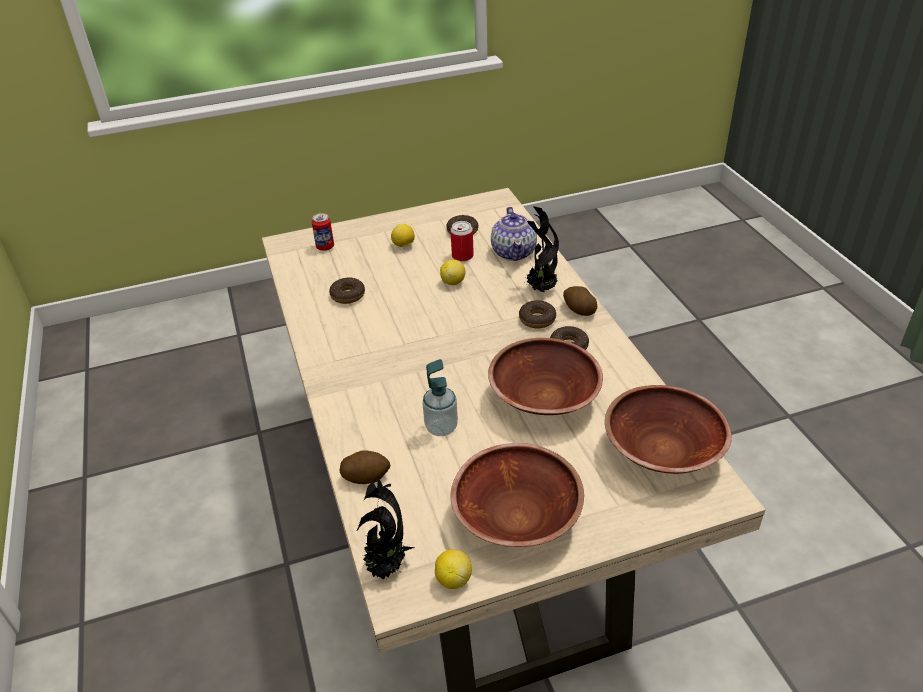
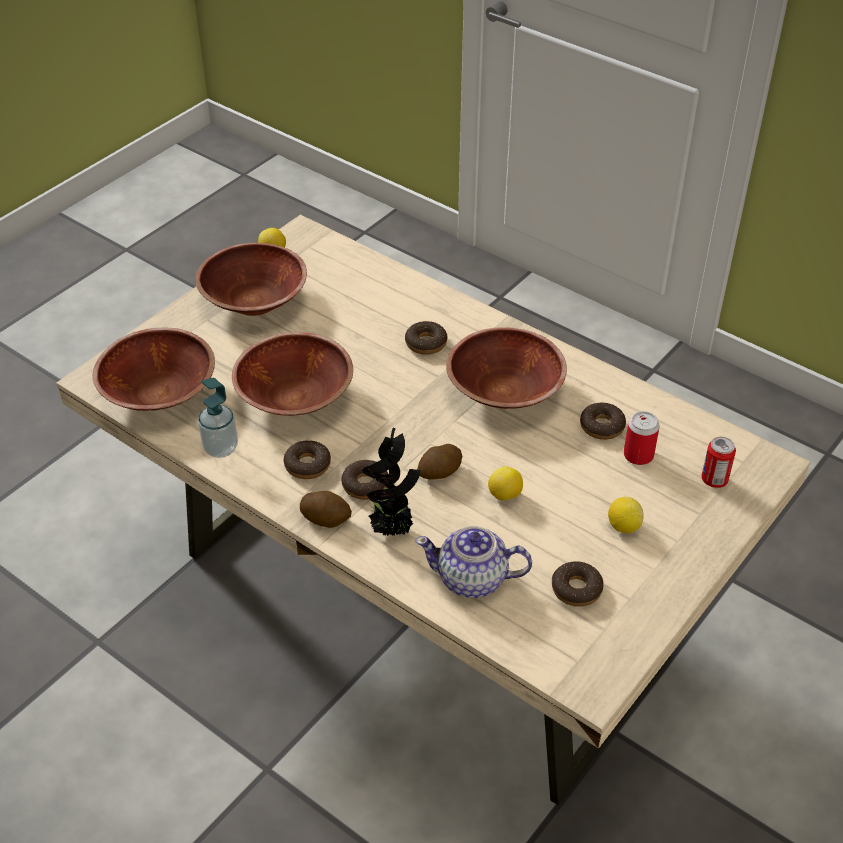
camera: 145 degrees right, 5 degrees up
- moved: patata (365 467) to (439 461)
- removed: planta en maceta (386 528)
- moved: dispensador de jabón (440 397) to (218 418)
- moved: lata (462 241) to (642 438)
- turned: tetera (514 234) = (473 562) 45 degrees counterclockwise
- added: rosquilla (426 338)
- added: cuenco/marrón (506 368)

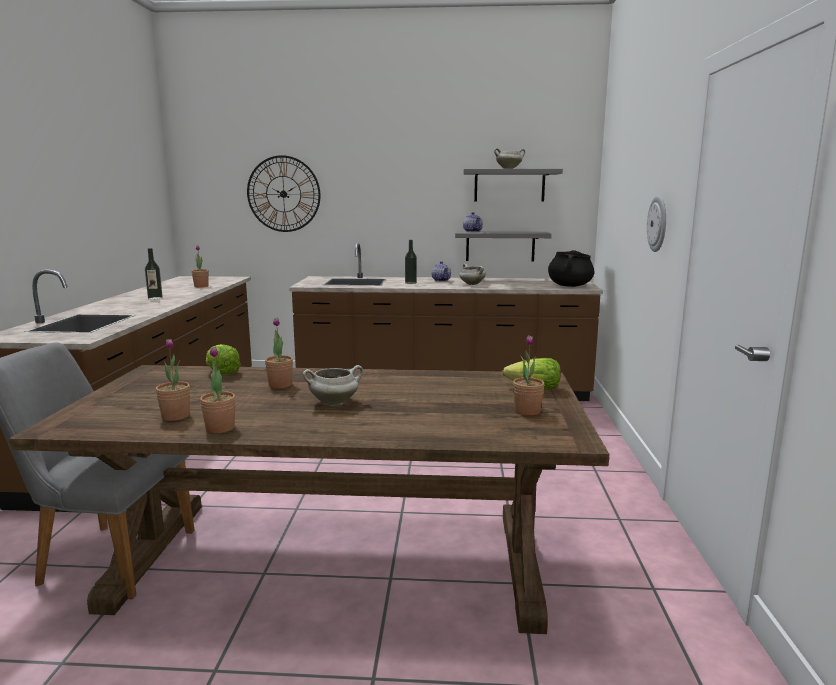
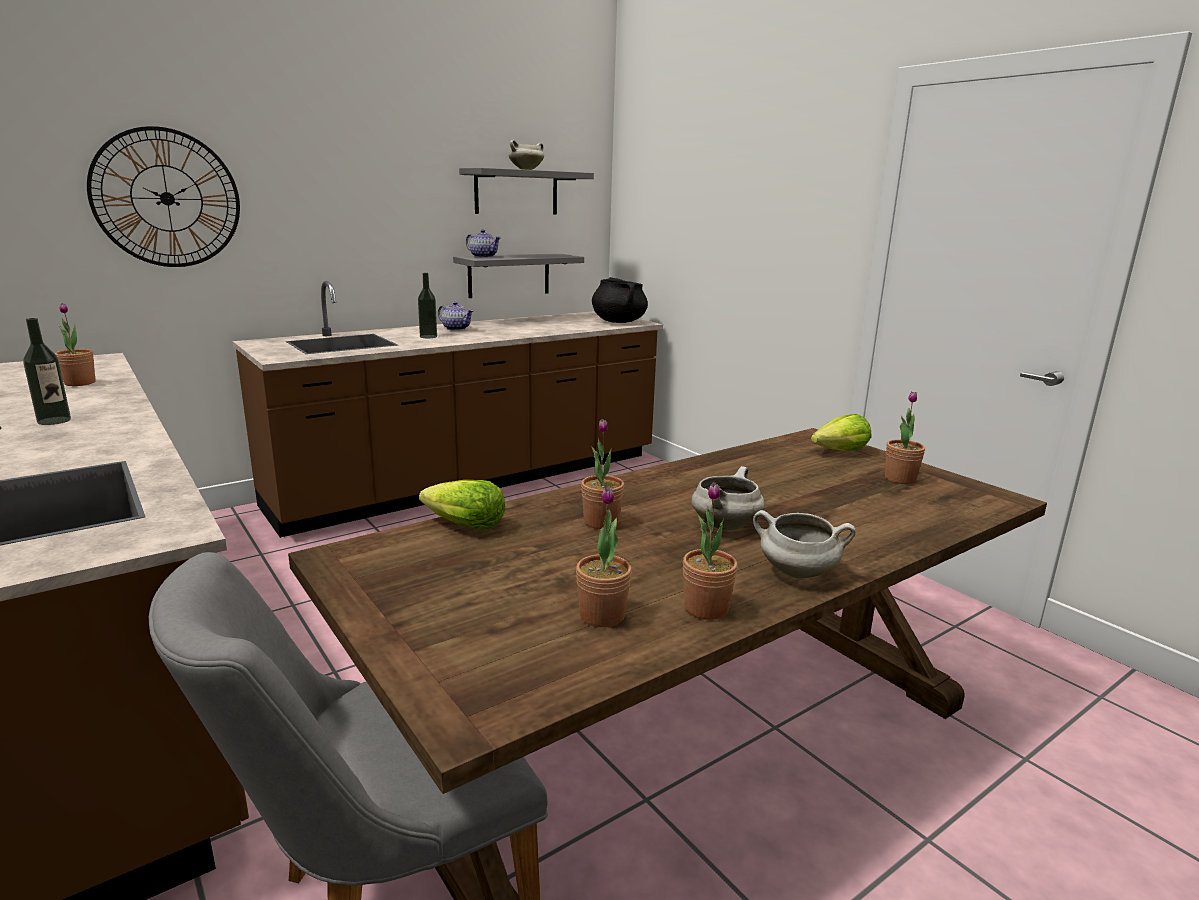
camera: 40 degrees left, 5 degrees up
- moved: olla/blanco (472 274) to (804 544)
- removed: reloj de pared (656 224)

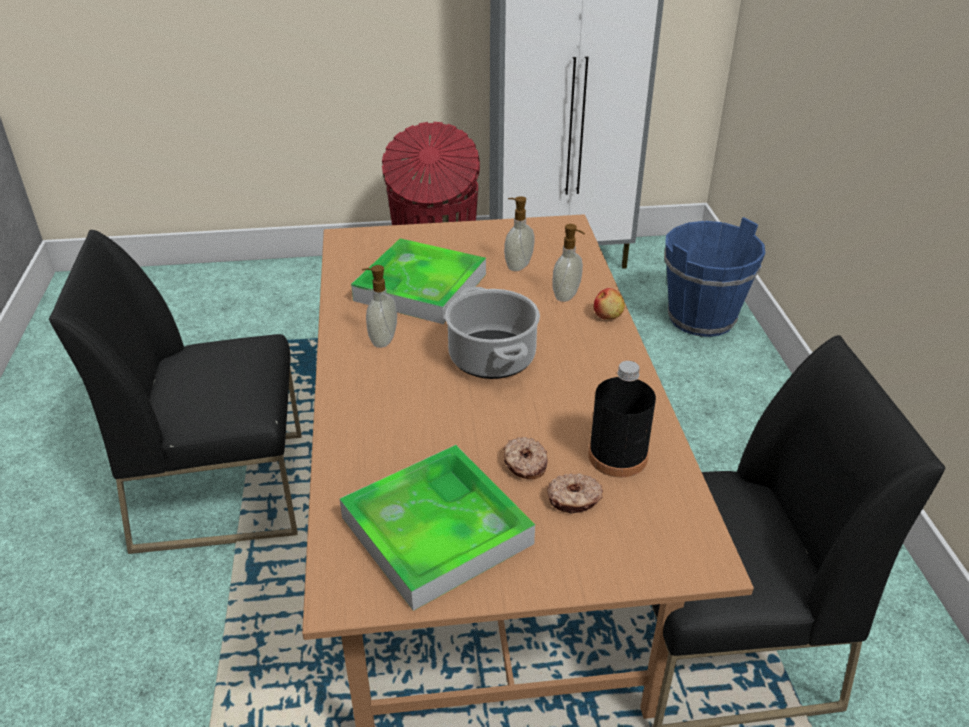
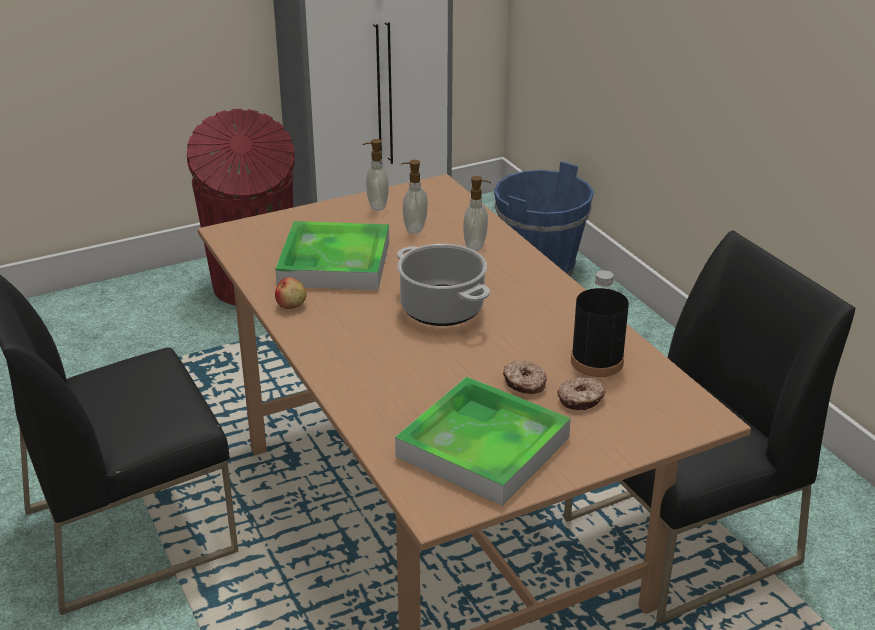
camera: 20 degrees left, 5 degrees down
- moved: dispensador de jabón (379 306) to (375 175)
- moved: manzana (609 304) to (290 293)

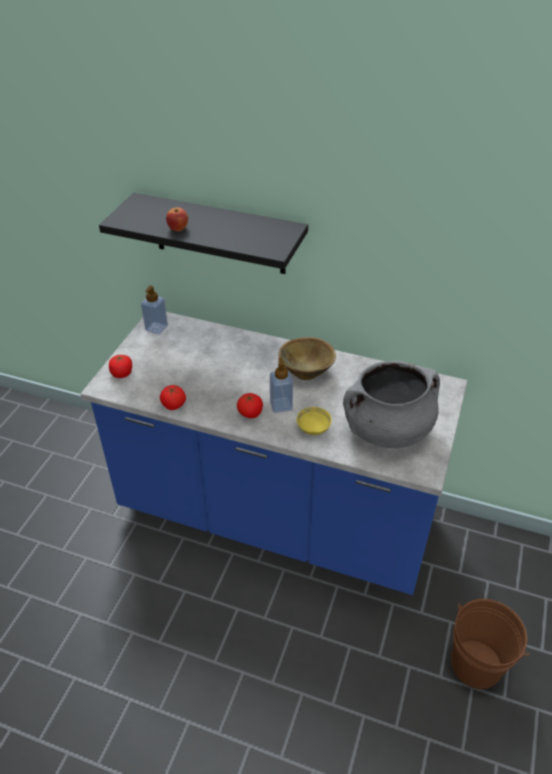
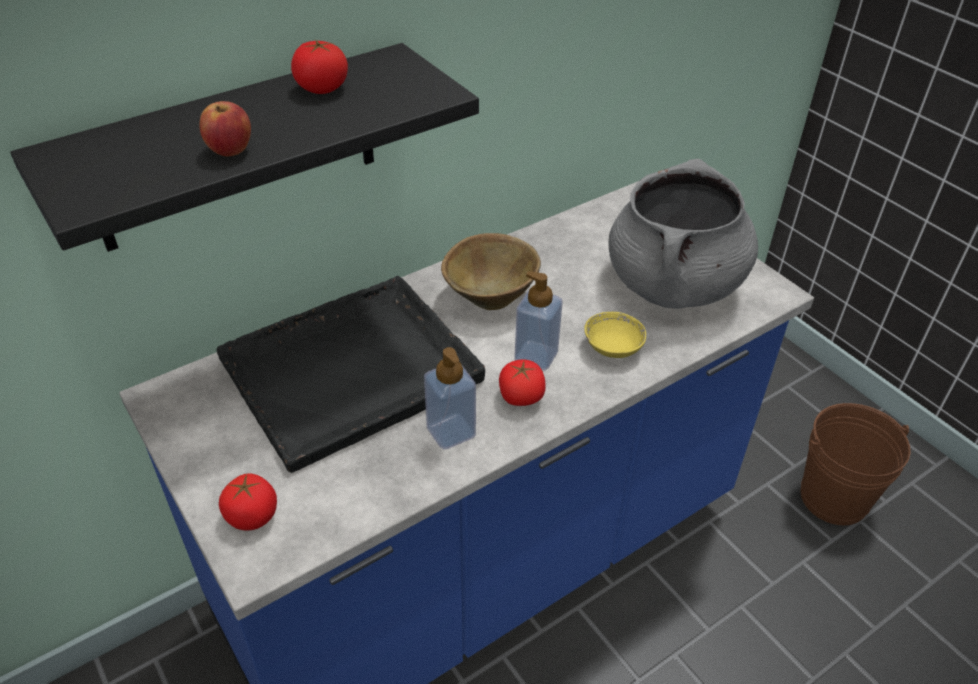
camera: 55 degrees left, 0 degrees up
- moved: dispensador de jabón (154 310) to (450 398)
- moved: tomate (173 397) to (319 67)
- added: bandeja/negro (351 374)

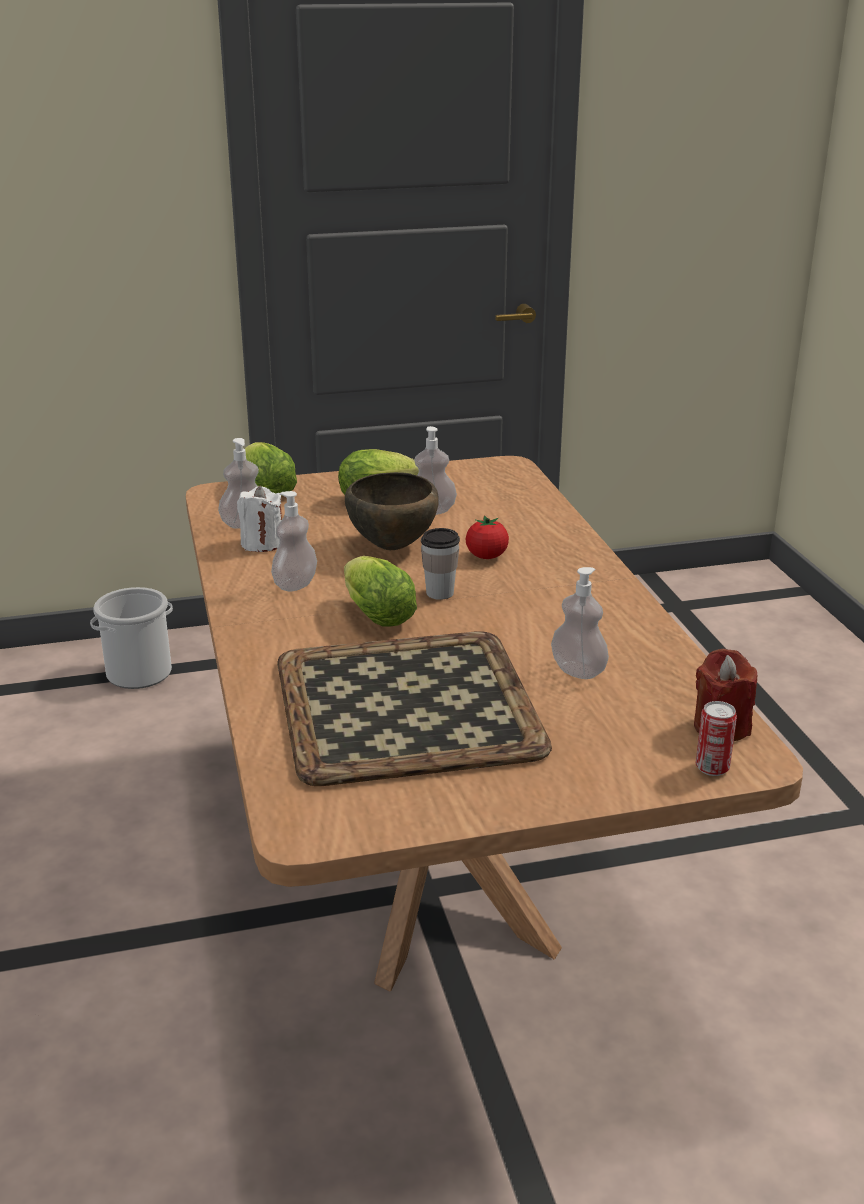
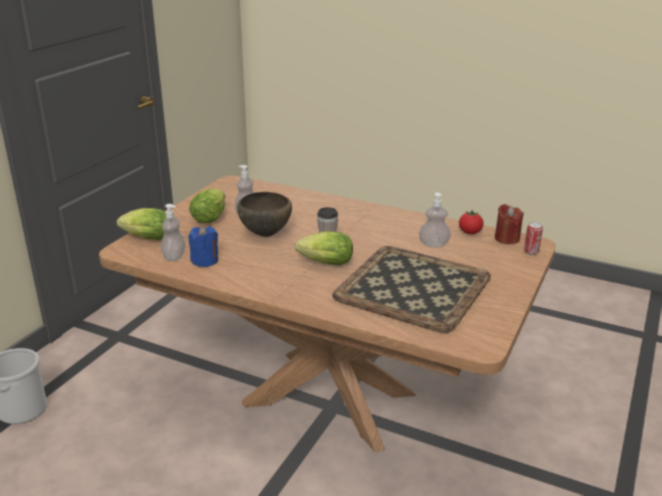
camera: 50 degrees left, 0 degrees up
- recoloured: vela/blanco (259 519) to vela/azul (203 246)
- removed: dispensador de jabón (294 541)
- moved: tomate (487 537) to (471 222)

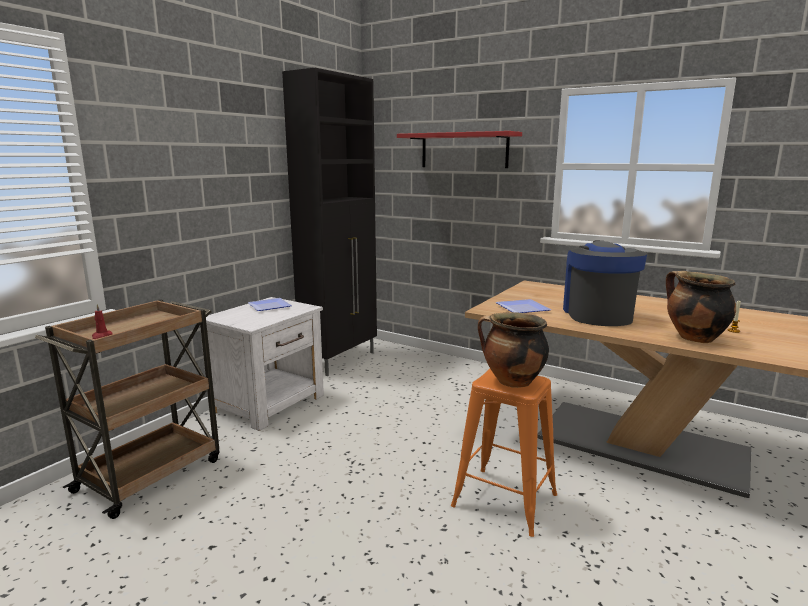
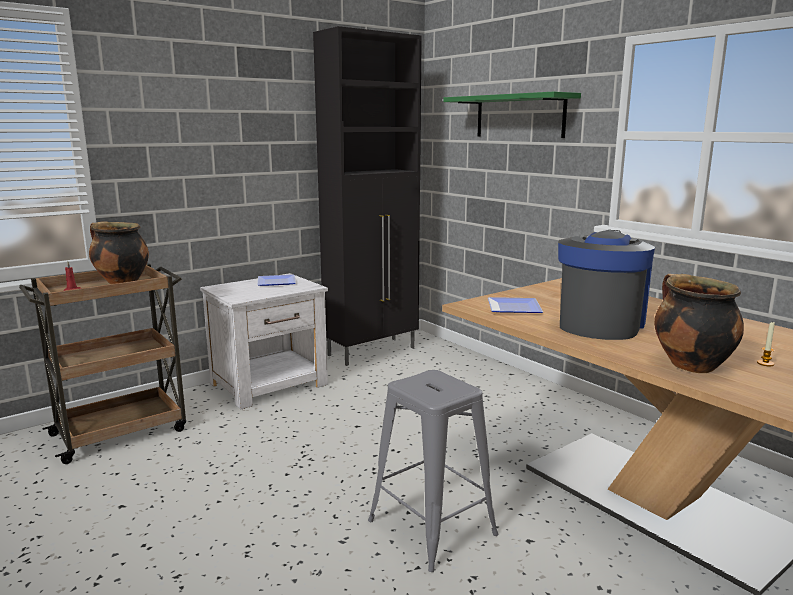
camera: 20 degrees right, 0 degrees up
- recoloured: estante/rojo (459 149) to estante/verde (512 115)
- recoloured: taburete/naranja (504 453) to taburete/gris (433 471)
- moved: olla (513 350) to (119 252)

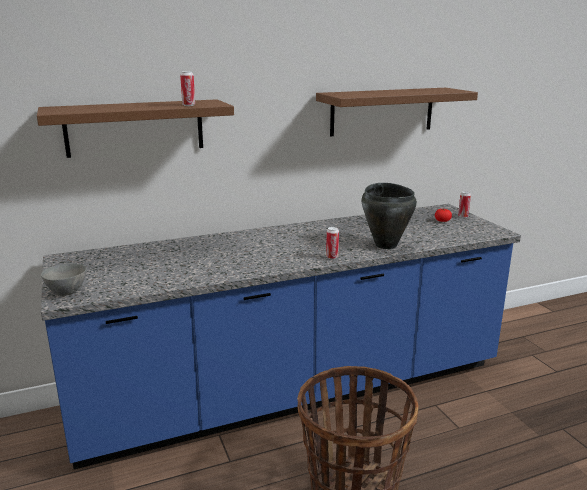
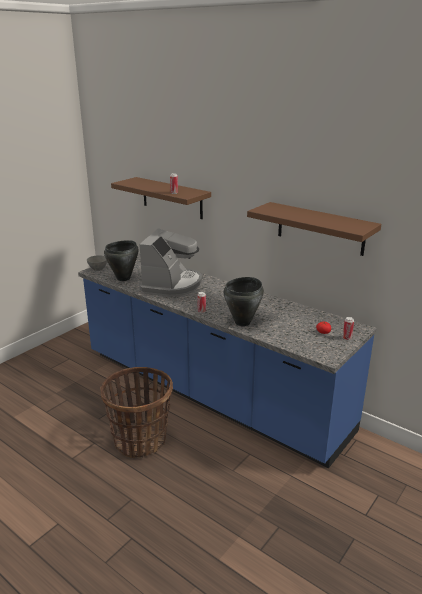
camera: 60 degrees right, 5 degrees up
- added: olla/negro (121 260)
- added: cafetera (170 262)

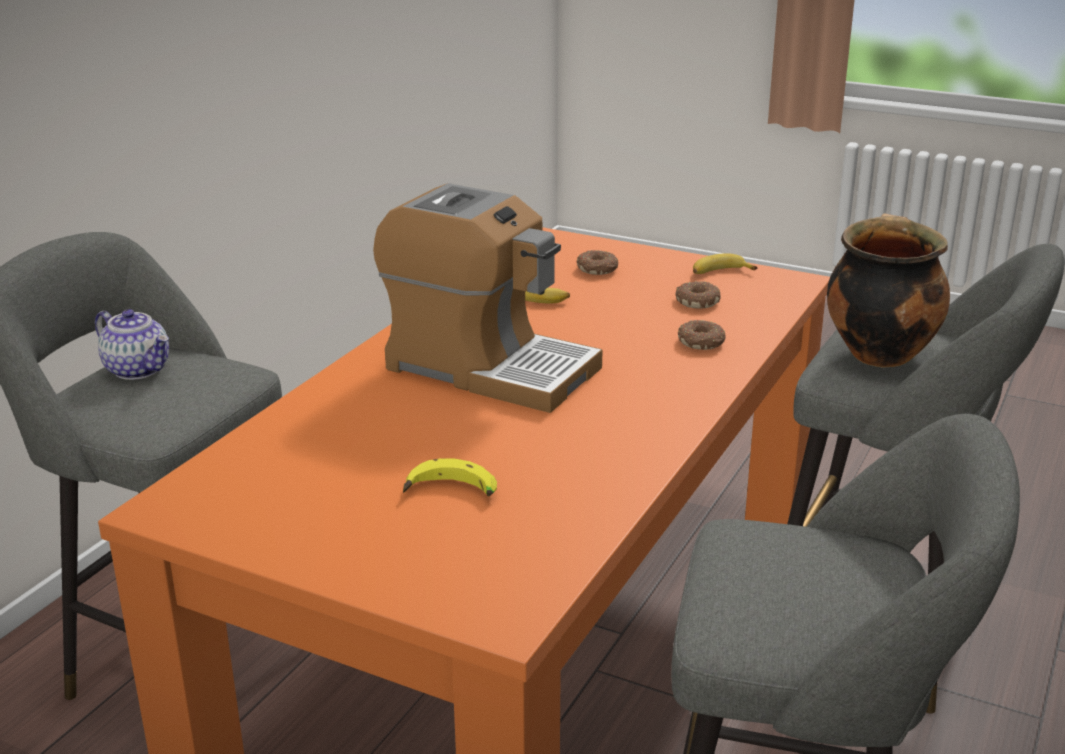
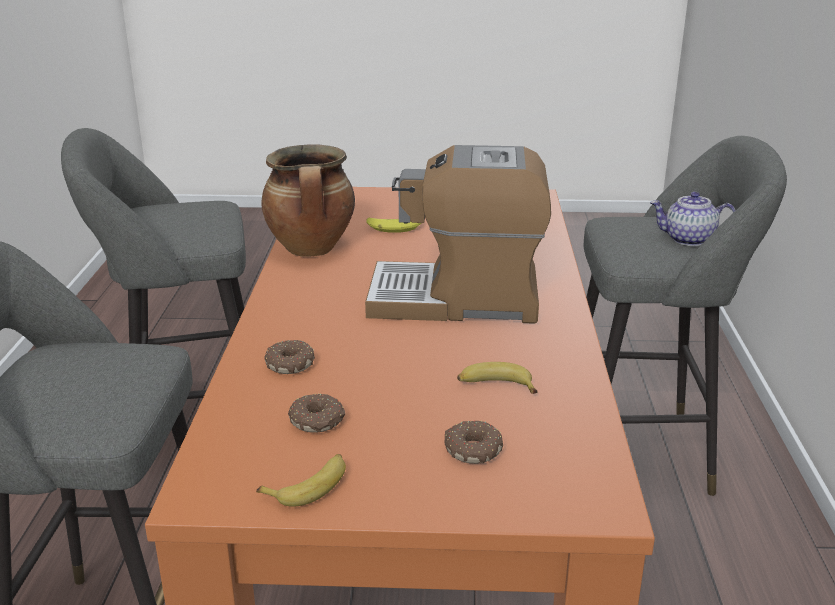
camera: 155 degrees right, 0 degrees up
- moved: olla (888 290) to (308 200)

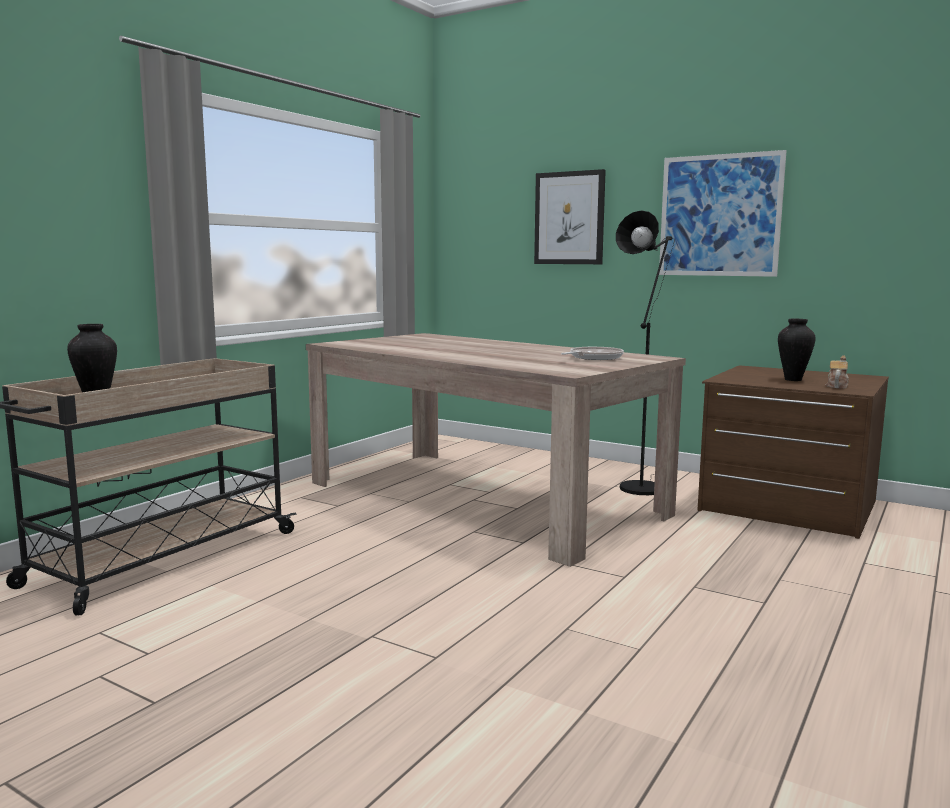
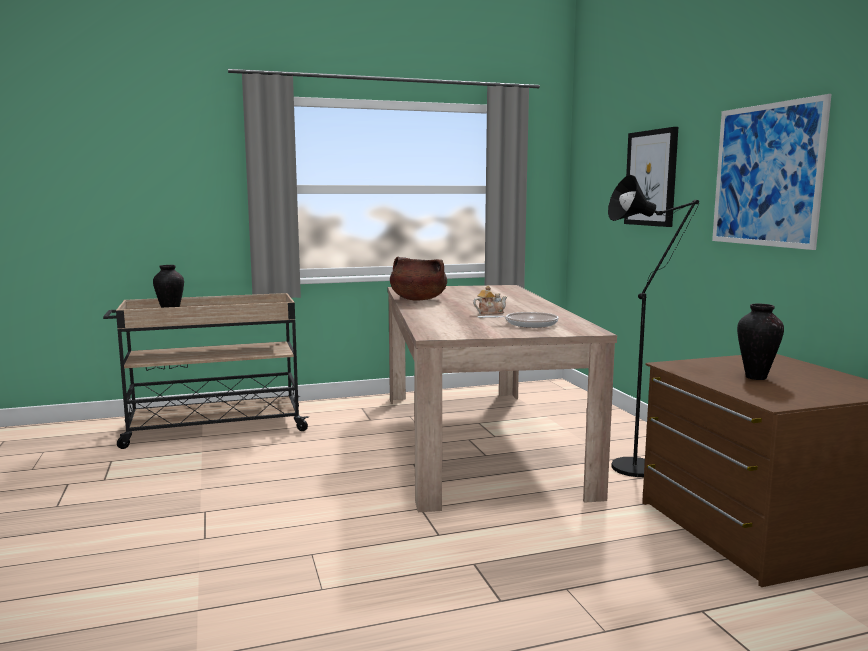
camera: 40 degrees right, 0 degrees up
- moved: tetera (837 372) to (490 300)
- added: olla/marrón (418 279)

